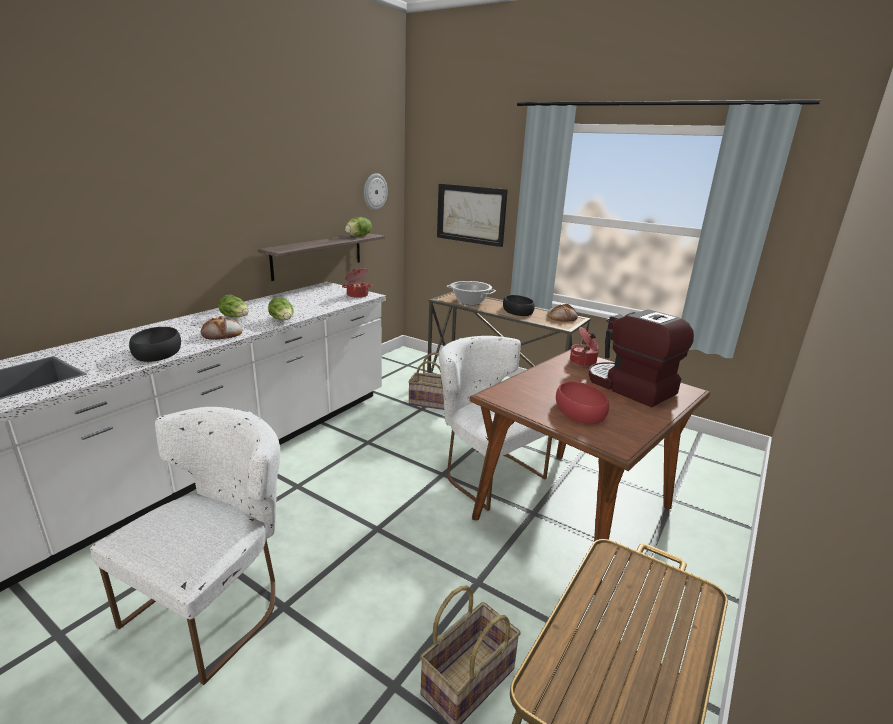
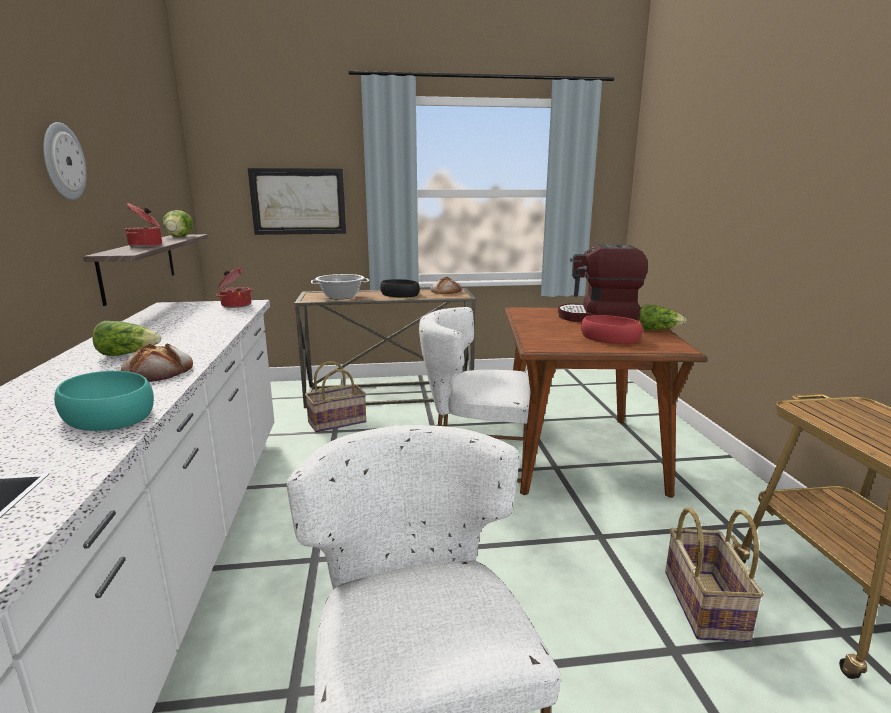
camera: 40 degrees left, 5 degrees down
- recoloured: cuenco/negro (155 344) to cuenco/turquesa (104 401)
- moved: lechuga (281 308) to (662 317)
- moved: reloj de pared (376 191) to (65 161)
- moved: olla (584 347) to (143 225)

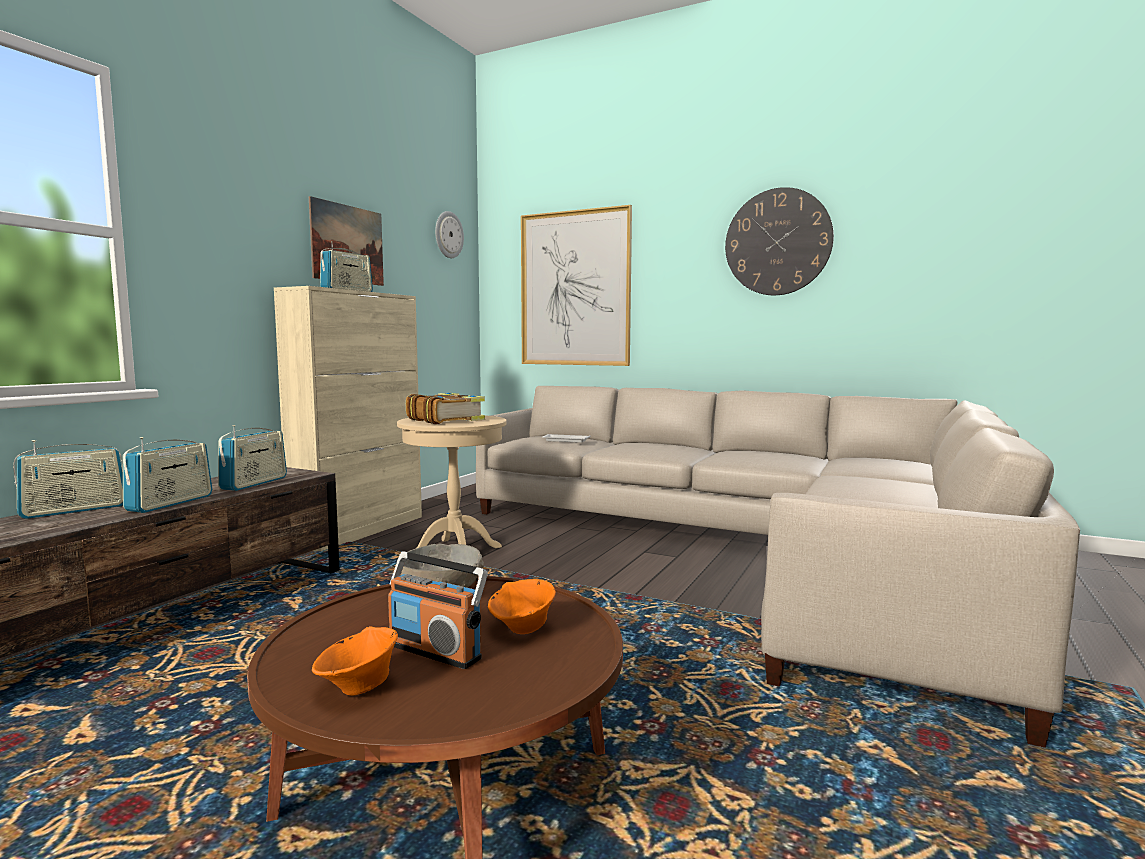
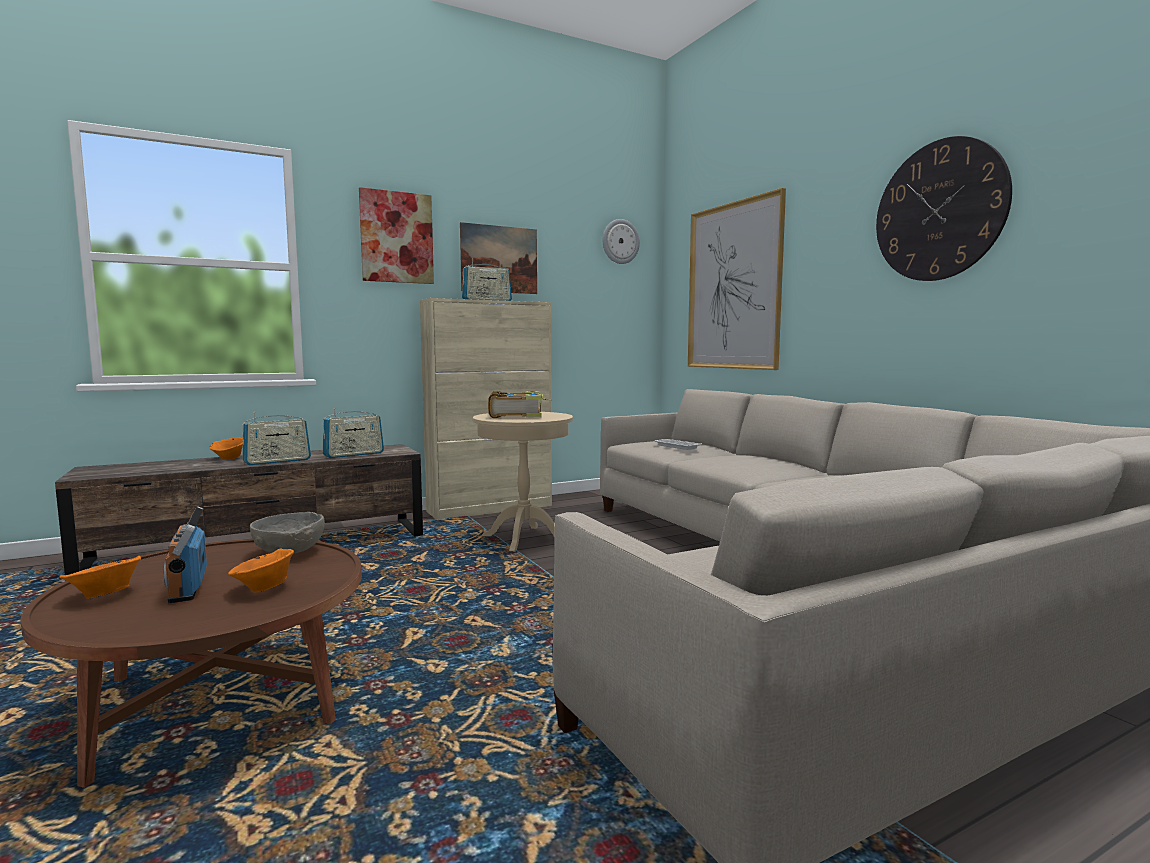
camera: 35 degrees right, 0 degrees up
- replaced: radio (68 479) to cuenco/naranja (226 448)
- added: cuadro (396 235)

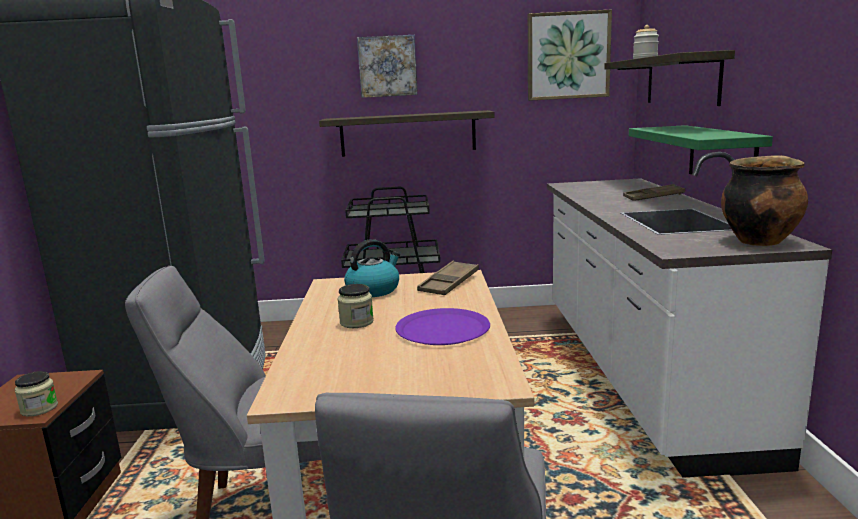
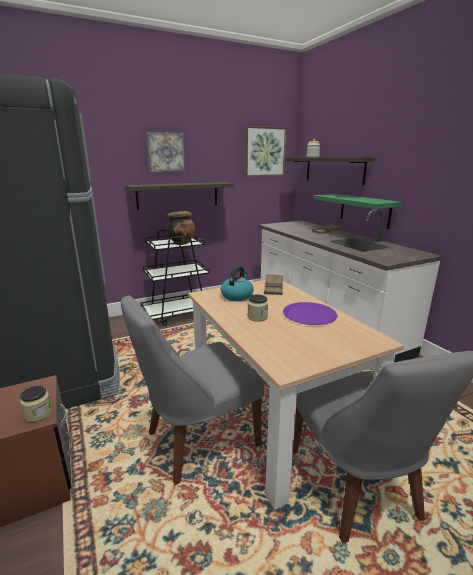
camera: 25 degrees left, 5 degrees up
- moved: olla (764 200) to (180 228)

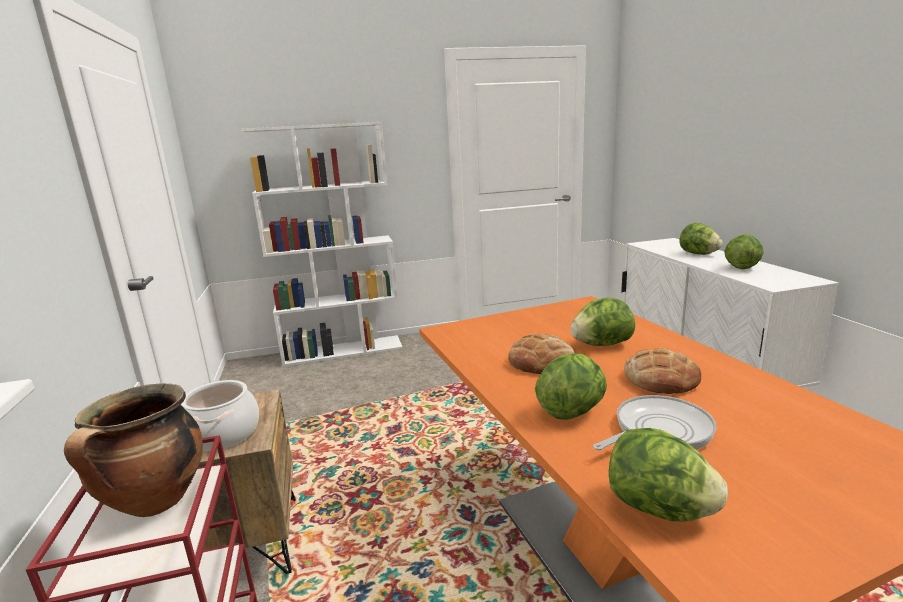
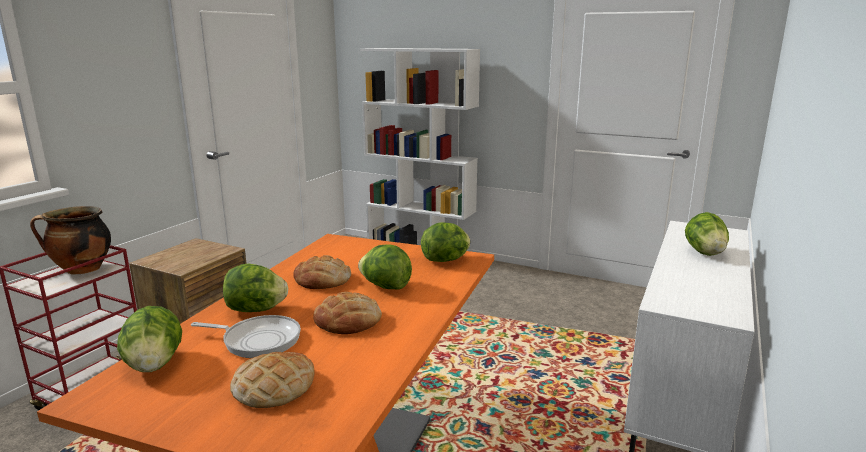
camera: 40 degrees right, 0 degrees up
- removed: olla (220 415)
- moved: lechuga (744 251) to (445 242)
- added: pan (272 380)

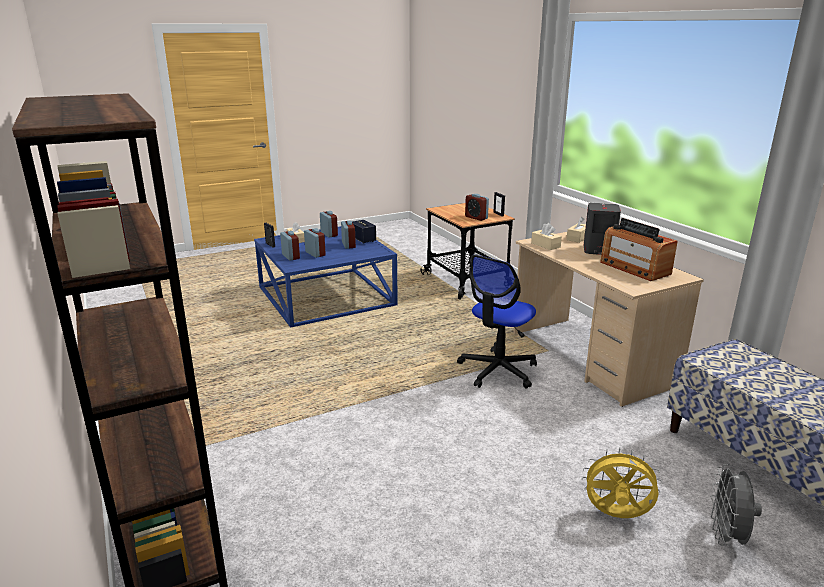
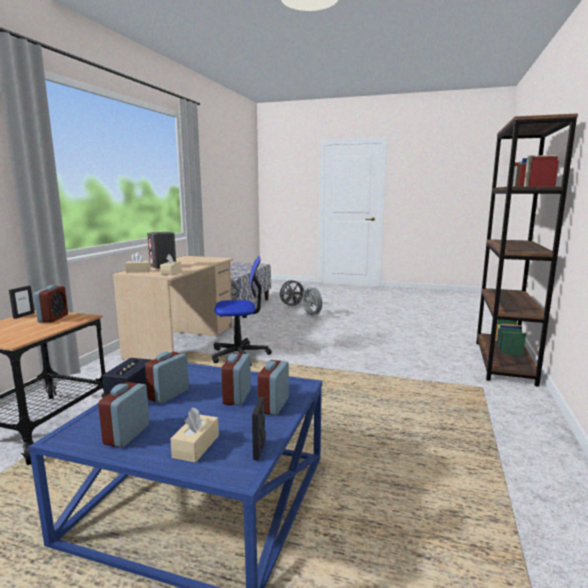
camera: 135 degrees left, 10 degrees down
- recoloured: ventilador/amarillo (622 483) to ventilador/gris (311 301)
- removed: radio (639 249)

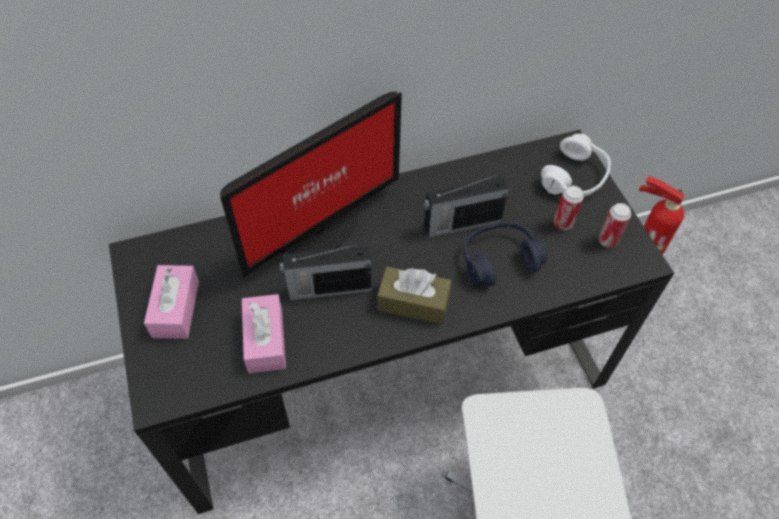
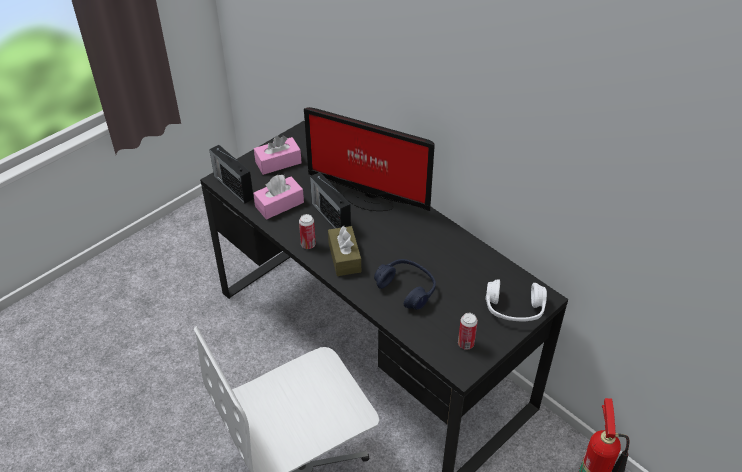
camera: 65 degrees right, 10 degrees down
- moved: radio (466 206) to (231 174)
- moved: lata (569 208) to (307 231)

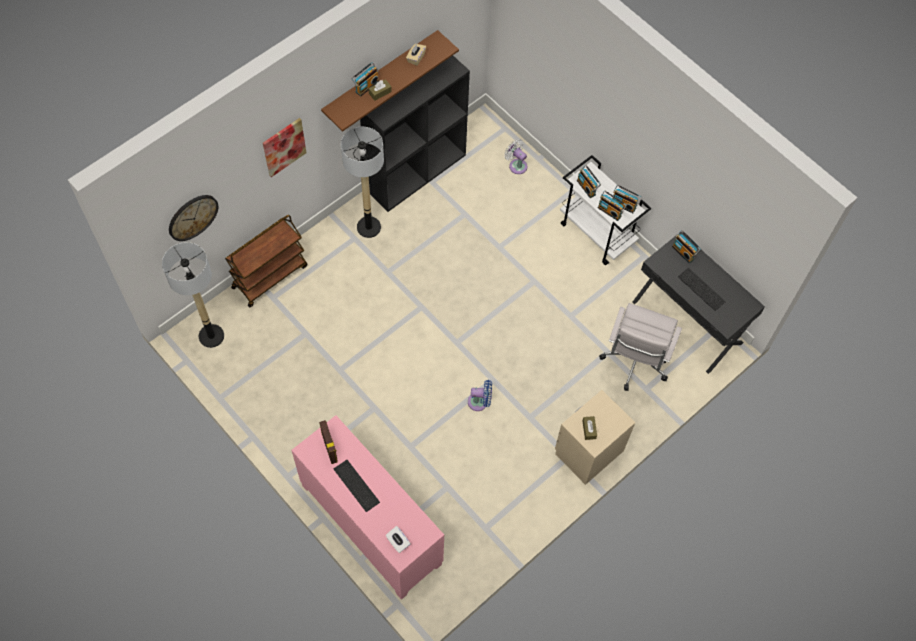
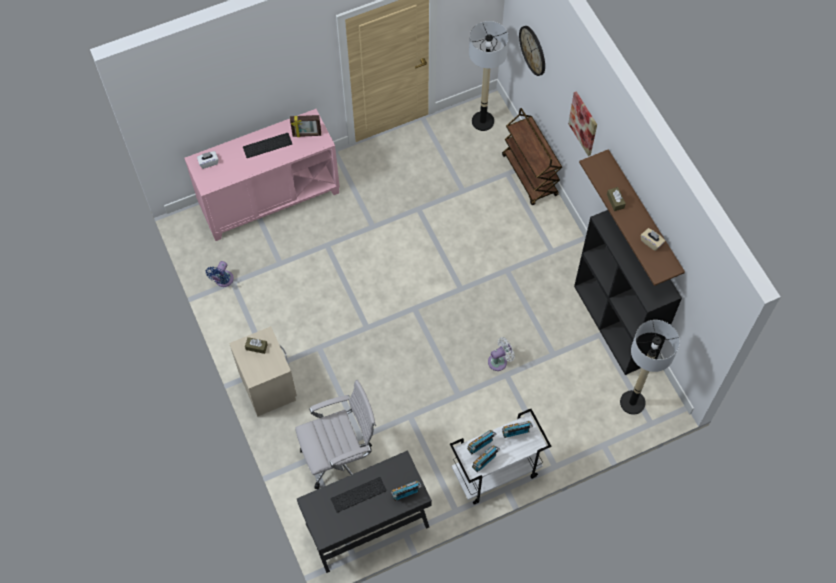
camera: 110 degrees right, 0 degrees up
- moved: lámpara de pie (362 182) to (650 367)
- removed: radio (365 79)
- moved: ventilador/azul (480 395) to (220 274)
- moved: ventilador/blanco (515 156) to (501 354)
- turned: silla de oficina/blanco (640 347) = (335 434) 120 degrees clockwise

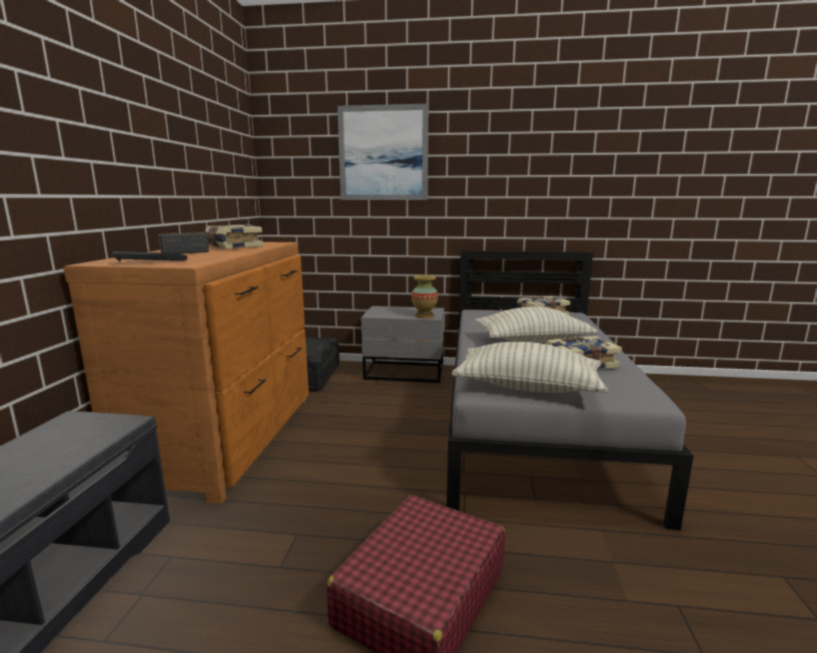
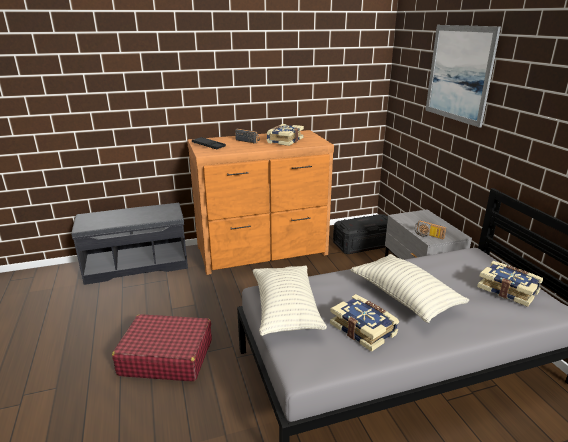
camera: 65 degrees right, 10 degrees up
- replaced: florero (424 296) to radio (430 230)

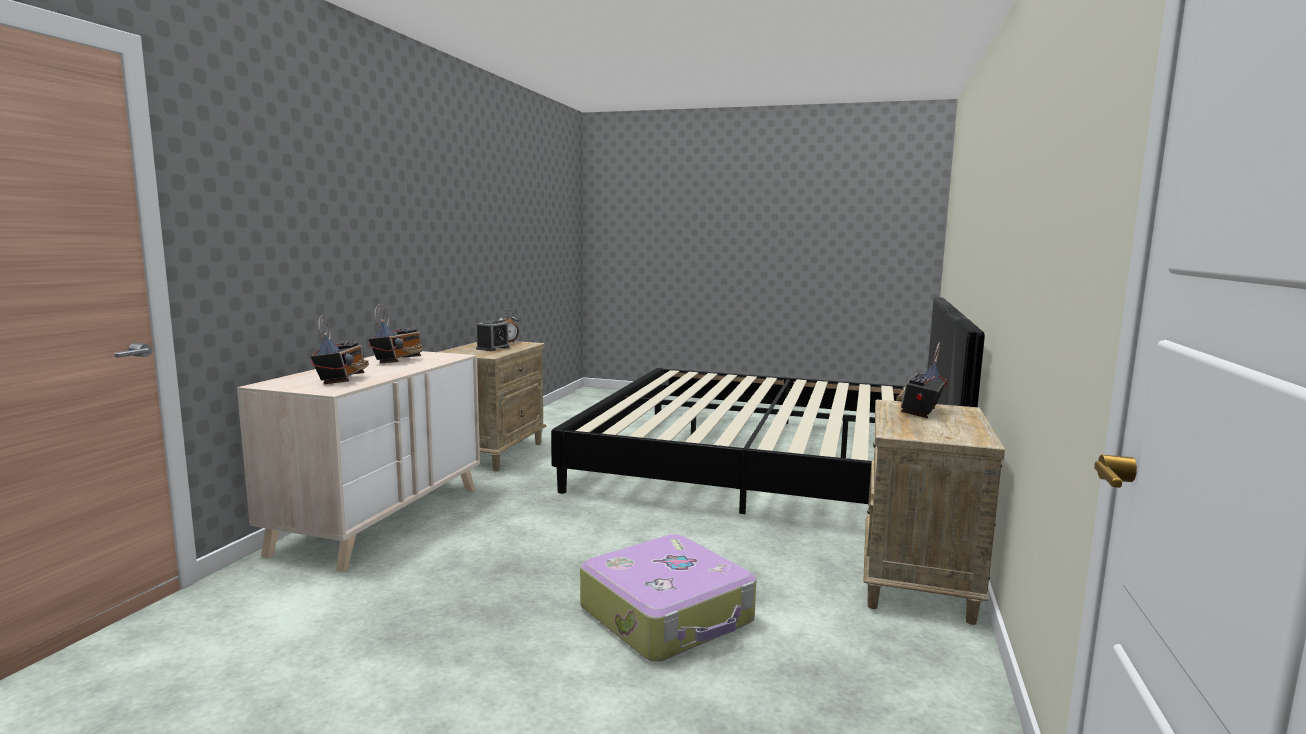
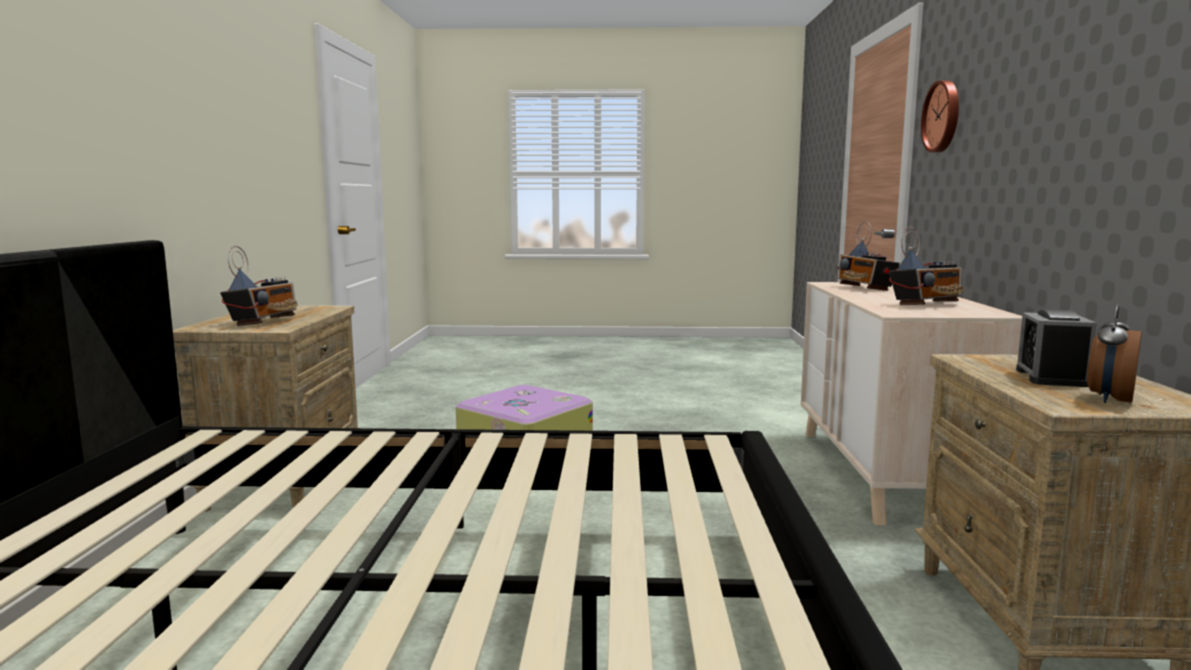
camera: 165 degrees right, 0 degrees up
- turned: radio (396 333) = (926 265) 120 degrees counterclockwise
- added: reloj de pared (940 116)

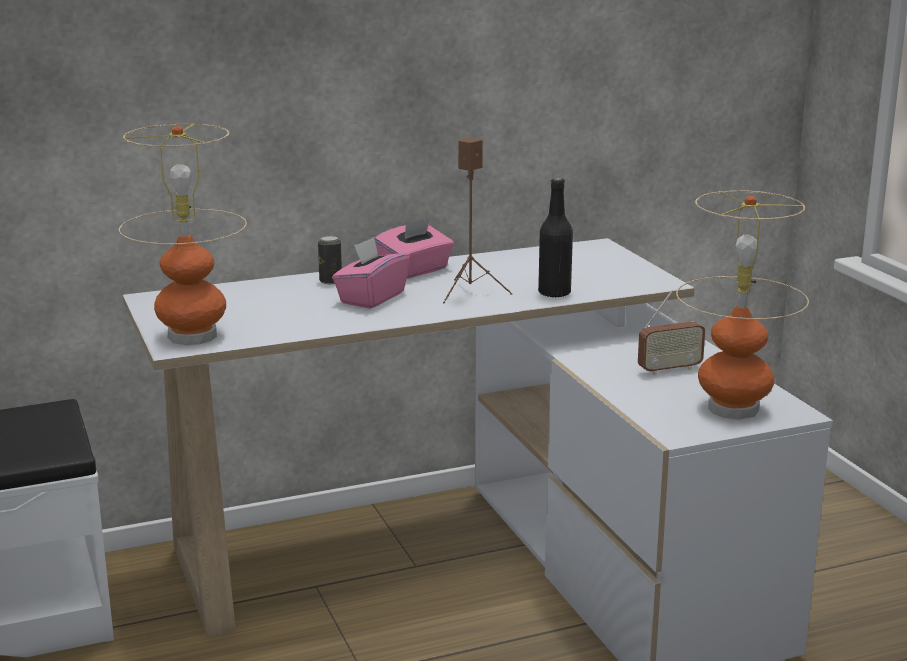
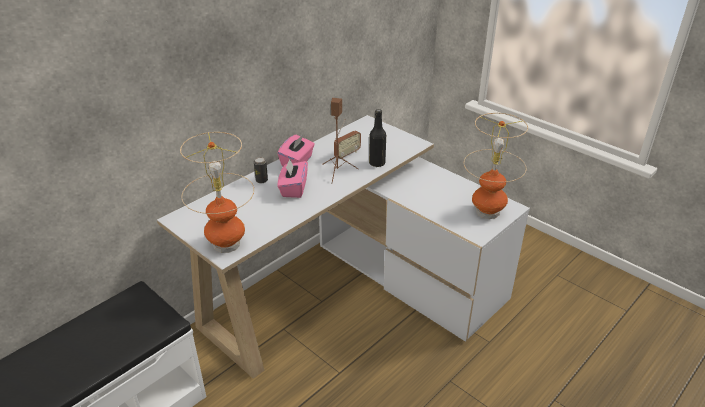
camera: 25 degrees left, 15 degrees up
- moved: radio (671 332) to (347 139)

